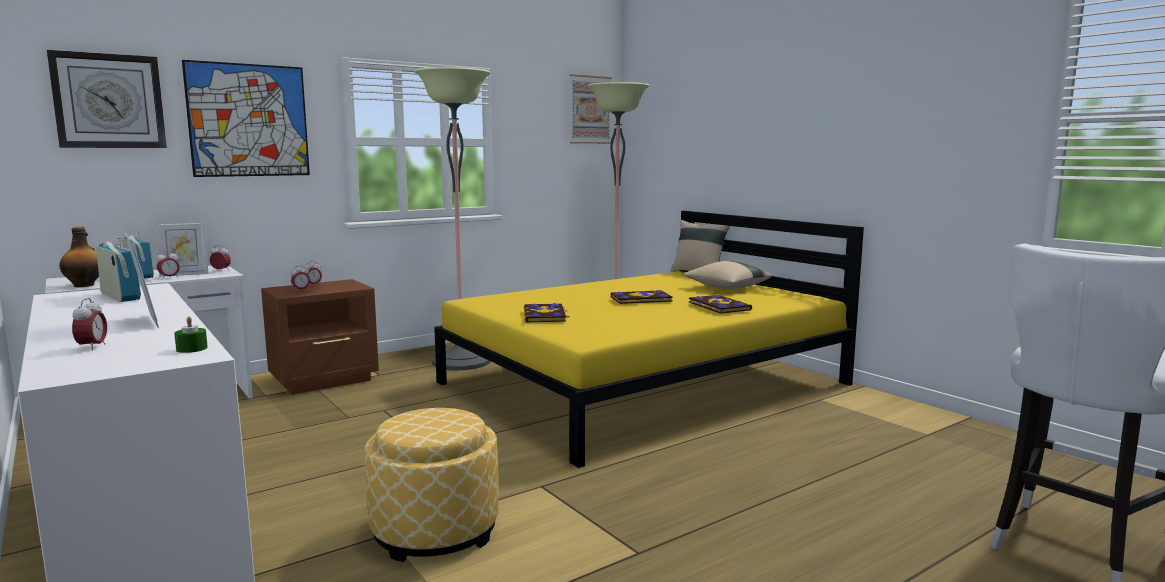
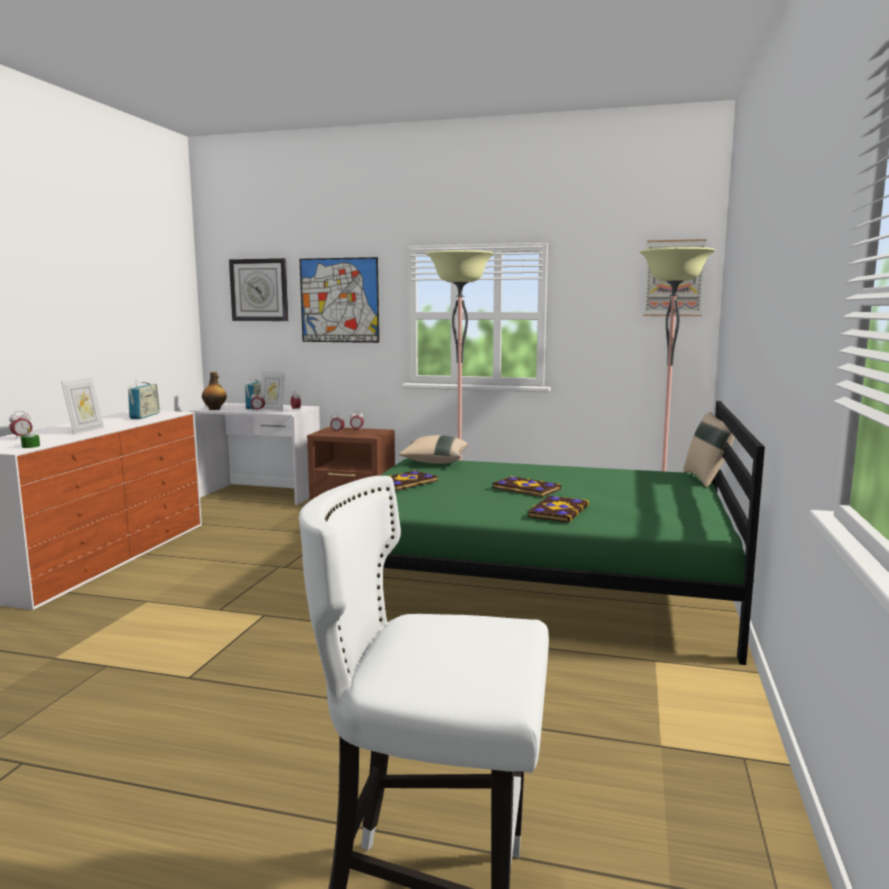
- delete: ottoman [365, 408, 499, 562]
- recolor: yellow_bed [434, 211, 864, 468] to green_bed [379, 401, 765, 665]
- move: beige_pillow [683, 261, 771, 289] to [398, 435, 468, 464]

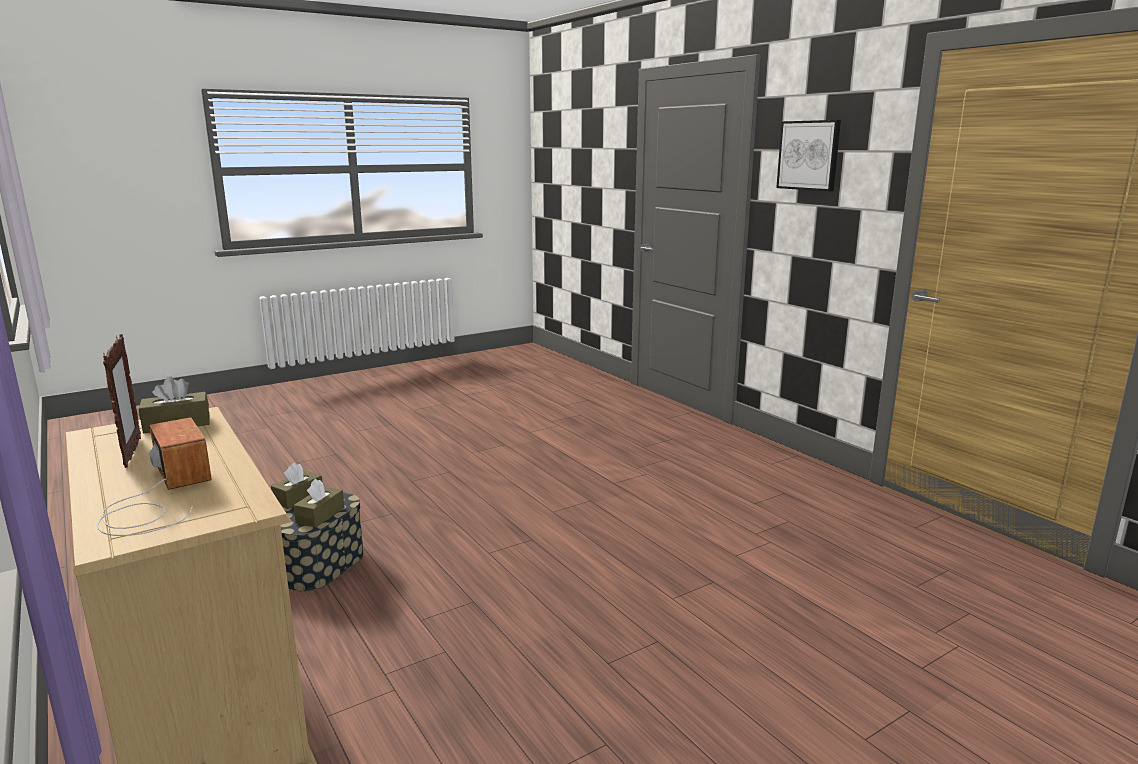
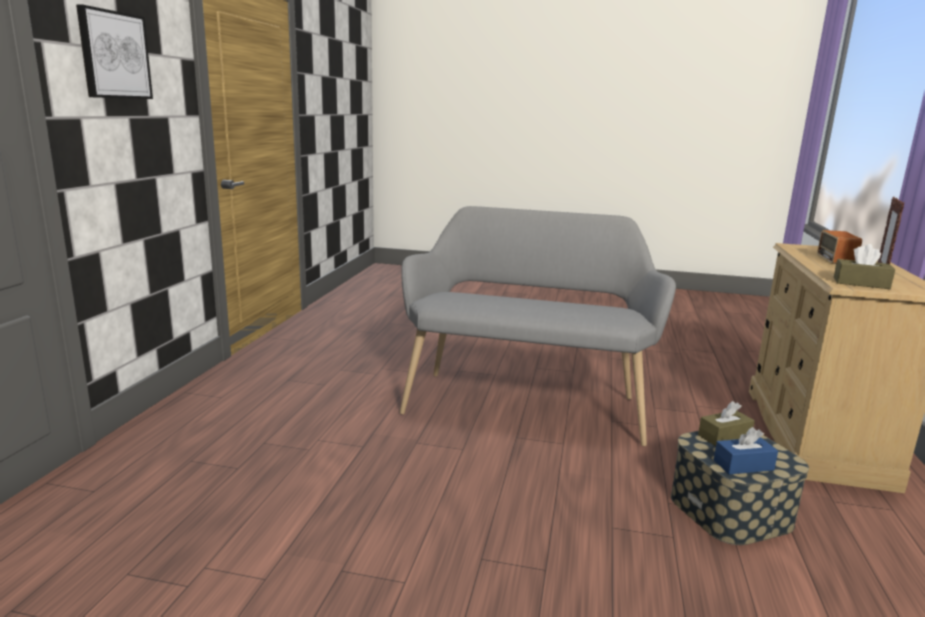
- recolor: brown_tissue_box [271, 463, 322, 509] to blue_tissue_box [714, 427, 778, 475]
- insert: grey_bench [400, 206, 676, 447]

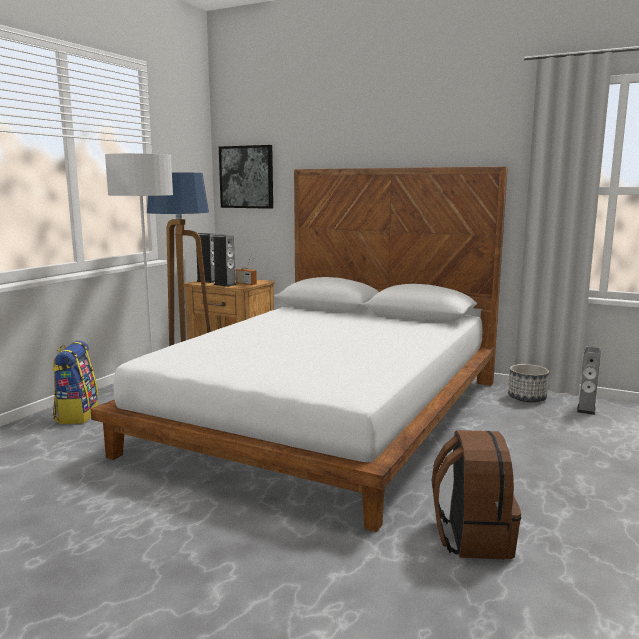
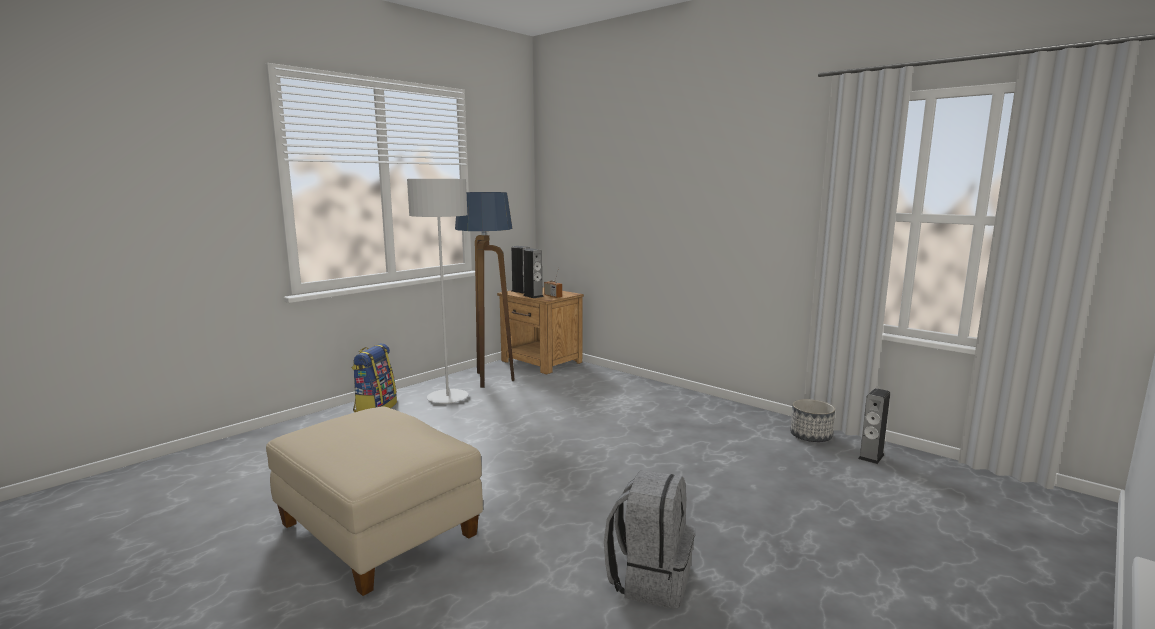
- delete: white_bed [91, 166, 508, 532]
- delete: picture [219, 145, 273, 209]
- recolor: brown_backpack [432, 430, 521, 559] to grey_backpack [604, 470, 695, 609]
- insert: beige_ottoman [266, 406, 483, 596]

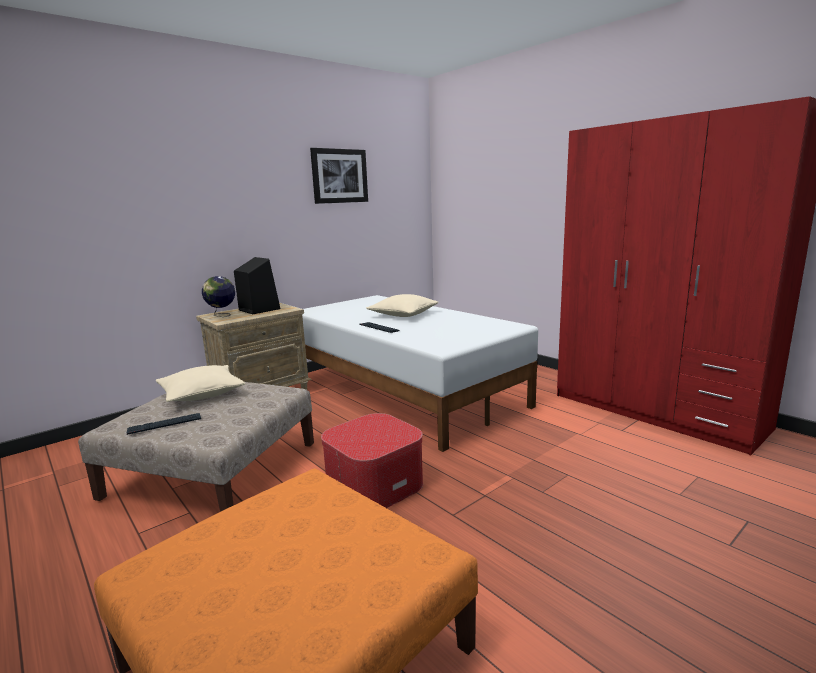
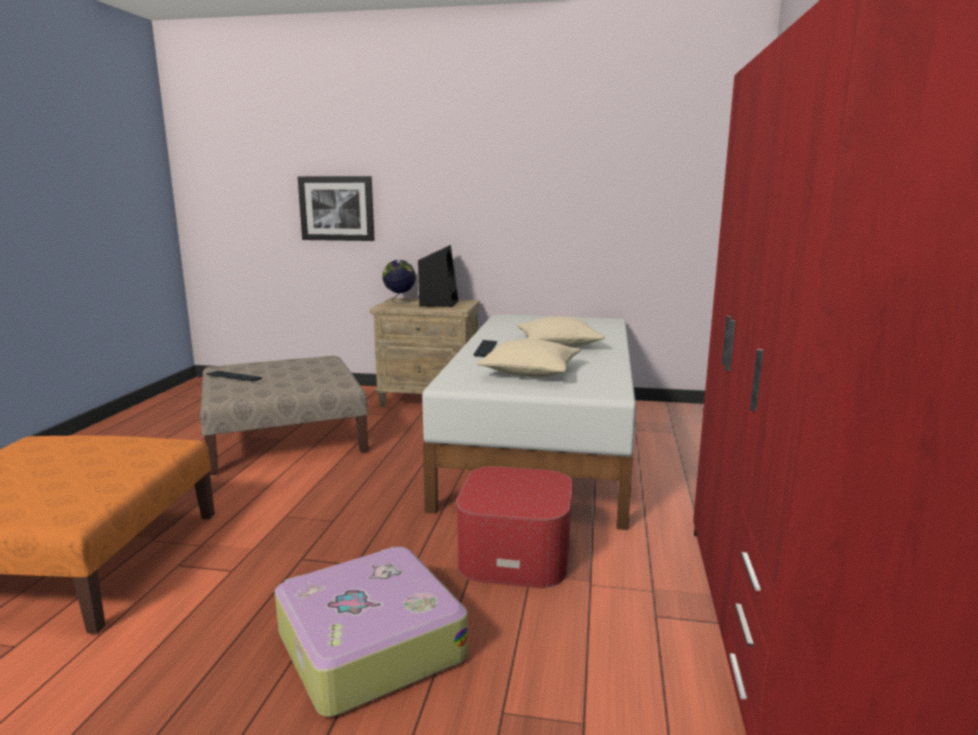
- move: beige_pillow [156, 365, 245, 402] to [477, 339, 581, 377]
- move: picture [310, 148, 368, 204] to [298, 176, 375, 241]
- move: ottoman [321, 413, 423, 508] to [456, 466, 573, 588]
- insert: suitcase [275, 547, 468, 717]

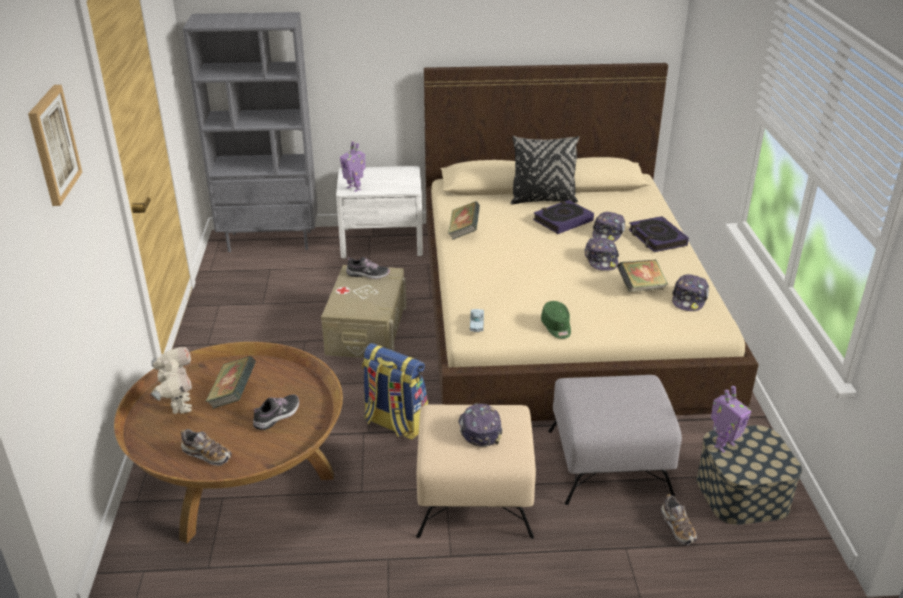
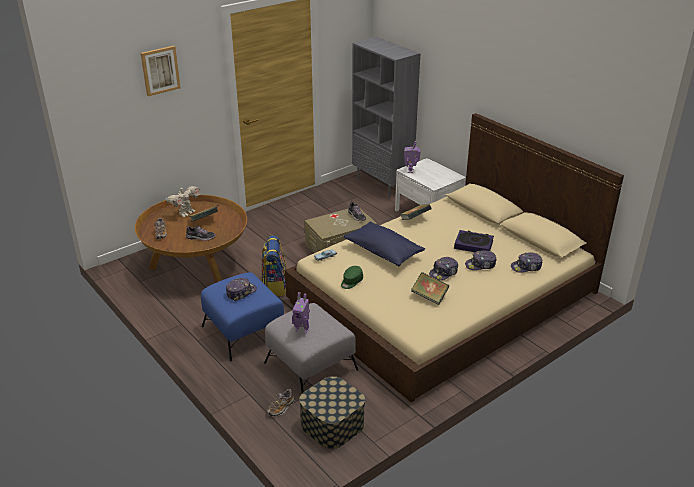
- recolor: beige_ottoman [416, 405, 536, 539] to blue_ottoman [201, 272, 284, 361]
- delete: black_pillow [510, 136, 579, 204]
- delete: book [629, 216, 689, 252]
- move: cap [672, 274, 709, 311] to [511, 252, 542, 273]
- move: toy_robot [711, 386, 751, 453] to [292, 292, 310, 334]
- insert: blue_pillow [344, 221, 425, 266]

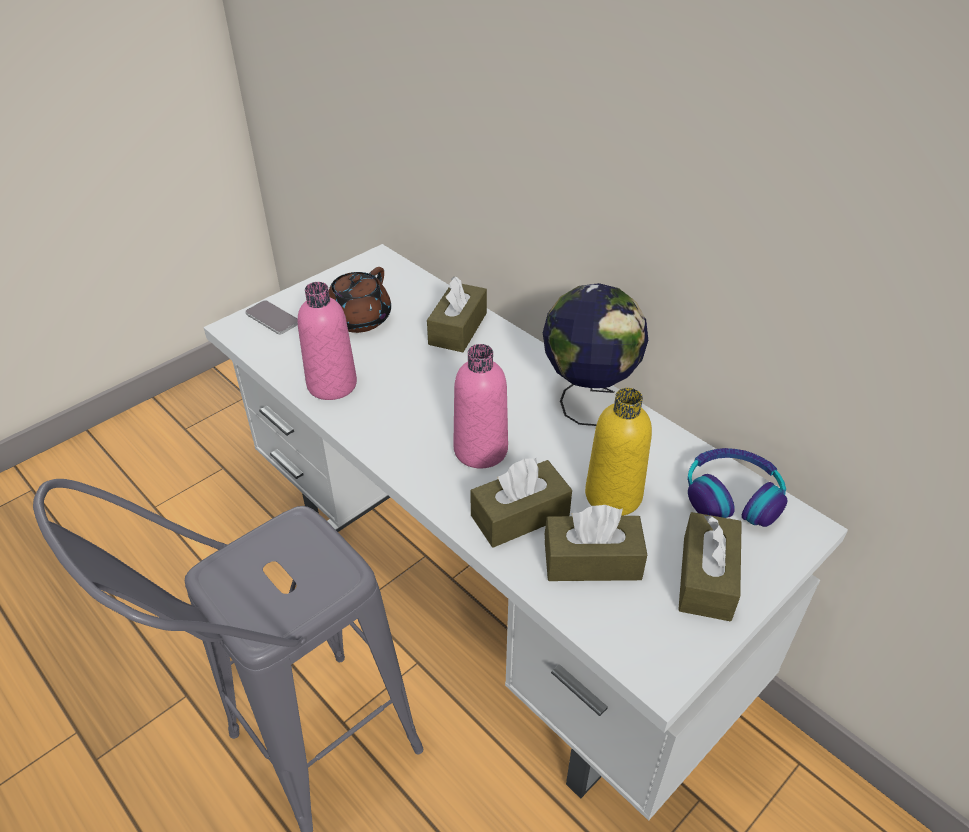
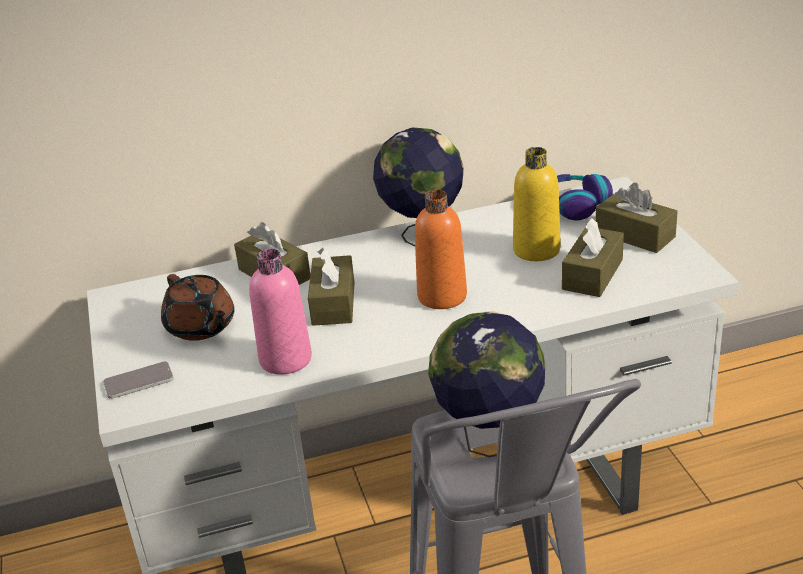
- recolor: pink_bottle [453, 344, 508, 468] to orange_bottle [415, 190, 467, 309]
- move: brown_tissue_box [470, 458, 572, 548] to [308, 248, 354, 326]
- insert: globe [428, 311, 545, 457]

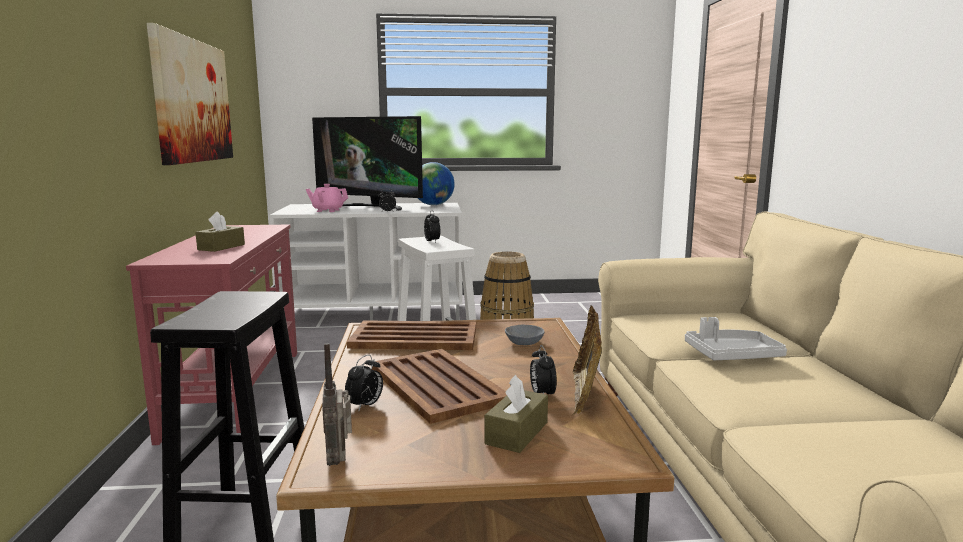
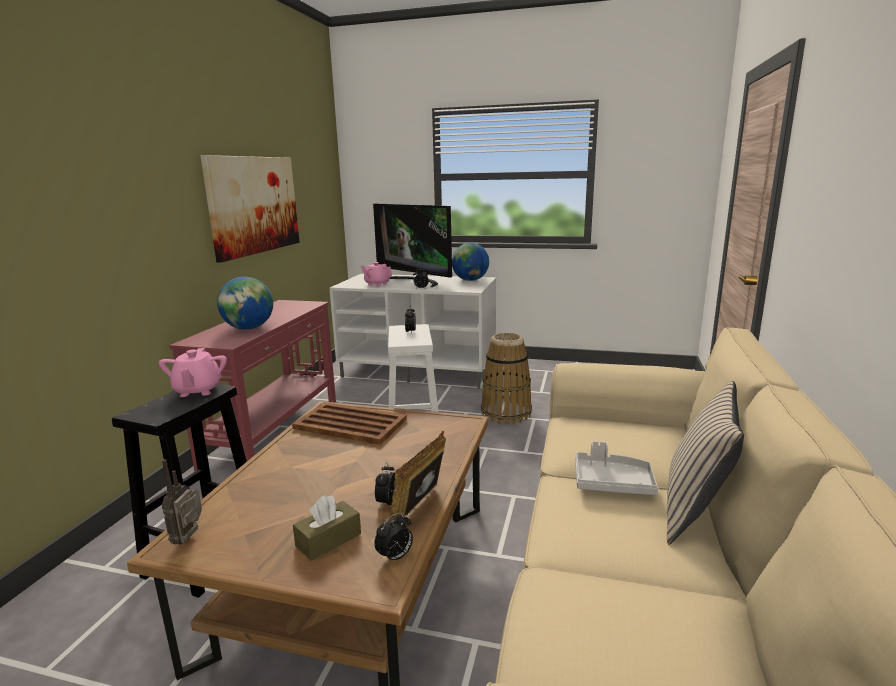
- replace: brown_tissue_box [195, 212, 245, 252] to globe [217, 277, 273, 330]
- move: alarm_clock [345, 355, 383, 412] to [374, 512, 413, 564]
- delete: brown_tray [372, 349, 507, 424]
- delete: grey_bowl [505, 325, 545, 345]
- insert: pink_teapot [159, 348, 227, 397]
- insert: beige_pillow [667, 381, 744, 545]

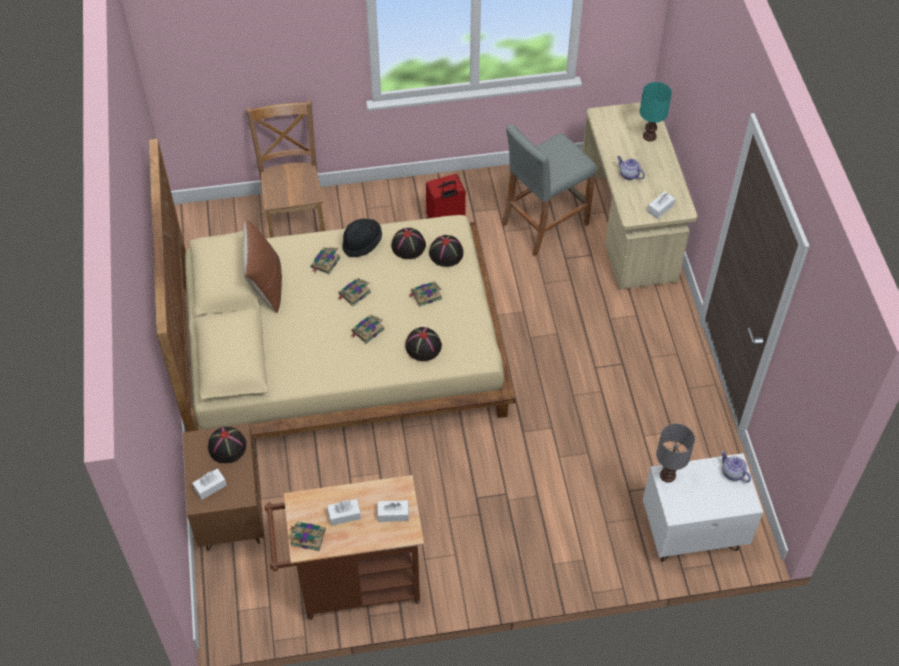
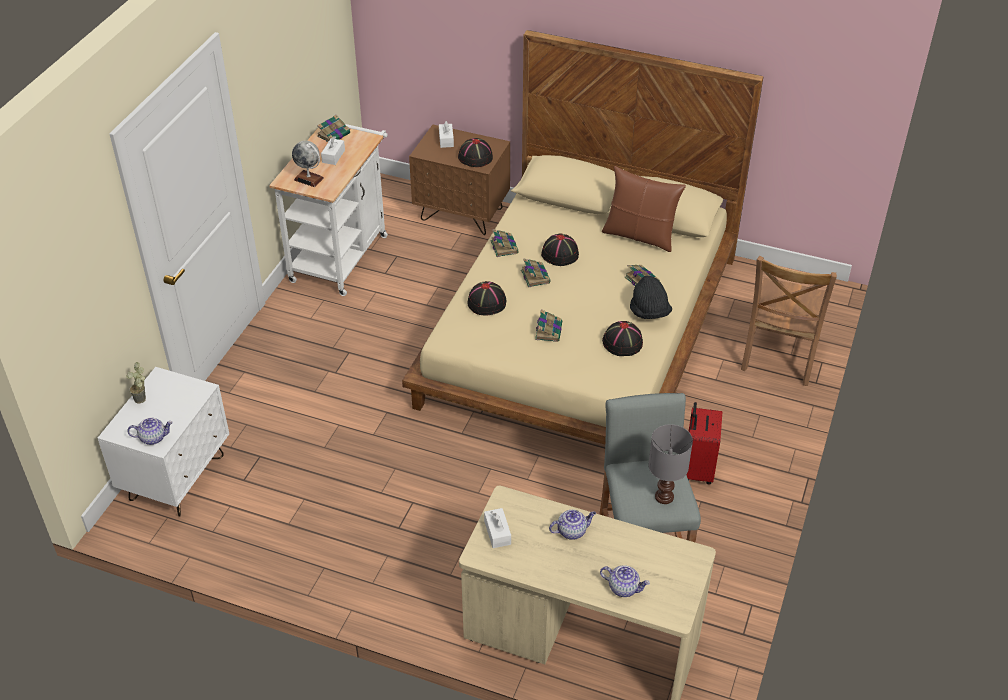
- rotate: brown_chair [246, 100, 325, 238] = [741, 256, 837, 386] 90 degrees clockwise
- recolor: brown_cart [265, 475, 424, 620] to white_cart [269, 124, 388, 296]
- move: book [337, 278, 371, 306] to [490, 229, 519, 257]
- replace: white_tissue_box [377, 500, 409, 522] to globe [292, 141, 324, 187]
- move: black_hat [429, 235, 463, 267] to [541, 233, 579, 266]
- replace: turquoise_table_lamp [640, 82, 672, 141] to teapot [600, 565, 650, 597]
- move: grey_table_lamp [656, 424, 695, 483] to [648, 424, 693, 504]
- insert: potted_plant [126, 362, 146, 404]

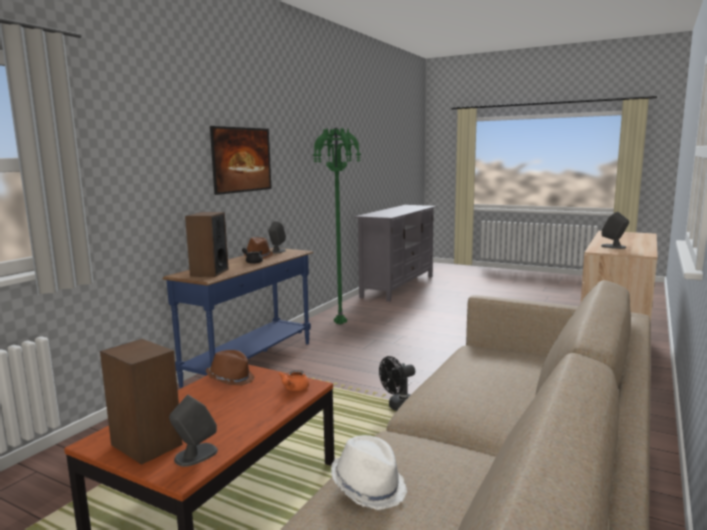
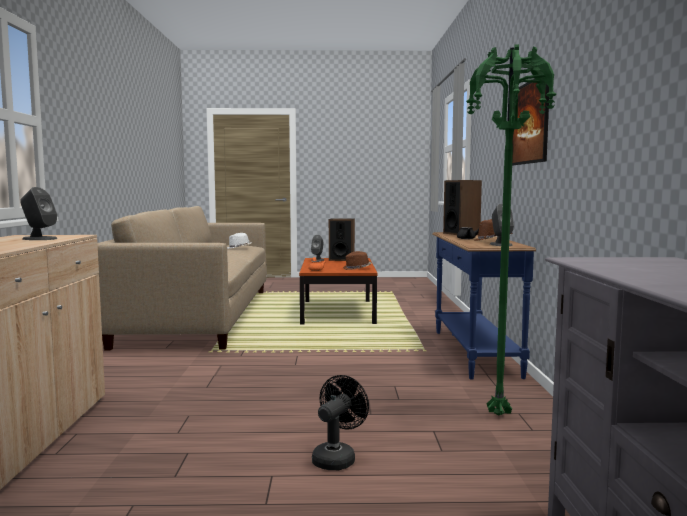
- move: black_fan [379, 356, 415, 411] to [312, 375, 369, 470]

